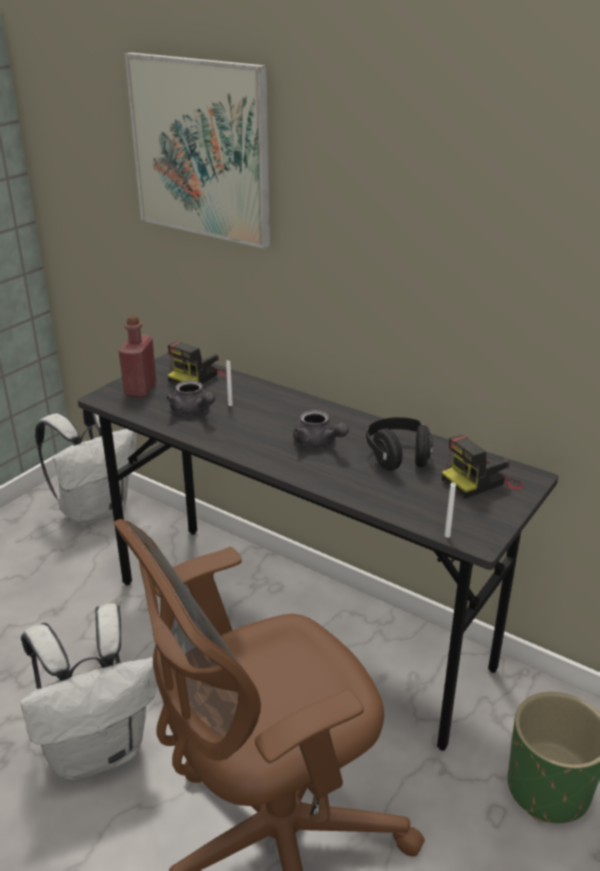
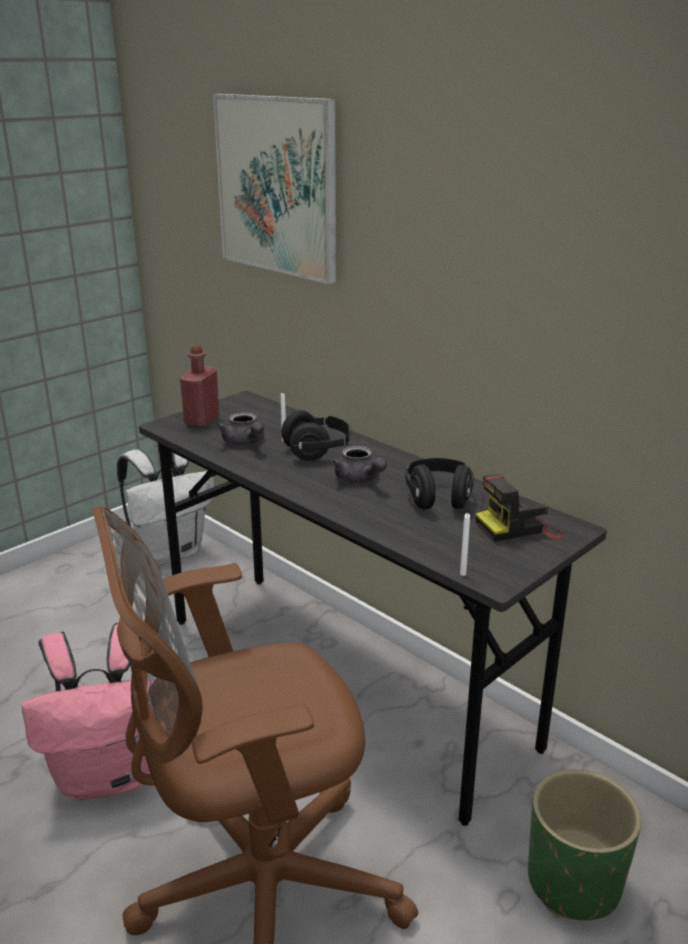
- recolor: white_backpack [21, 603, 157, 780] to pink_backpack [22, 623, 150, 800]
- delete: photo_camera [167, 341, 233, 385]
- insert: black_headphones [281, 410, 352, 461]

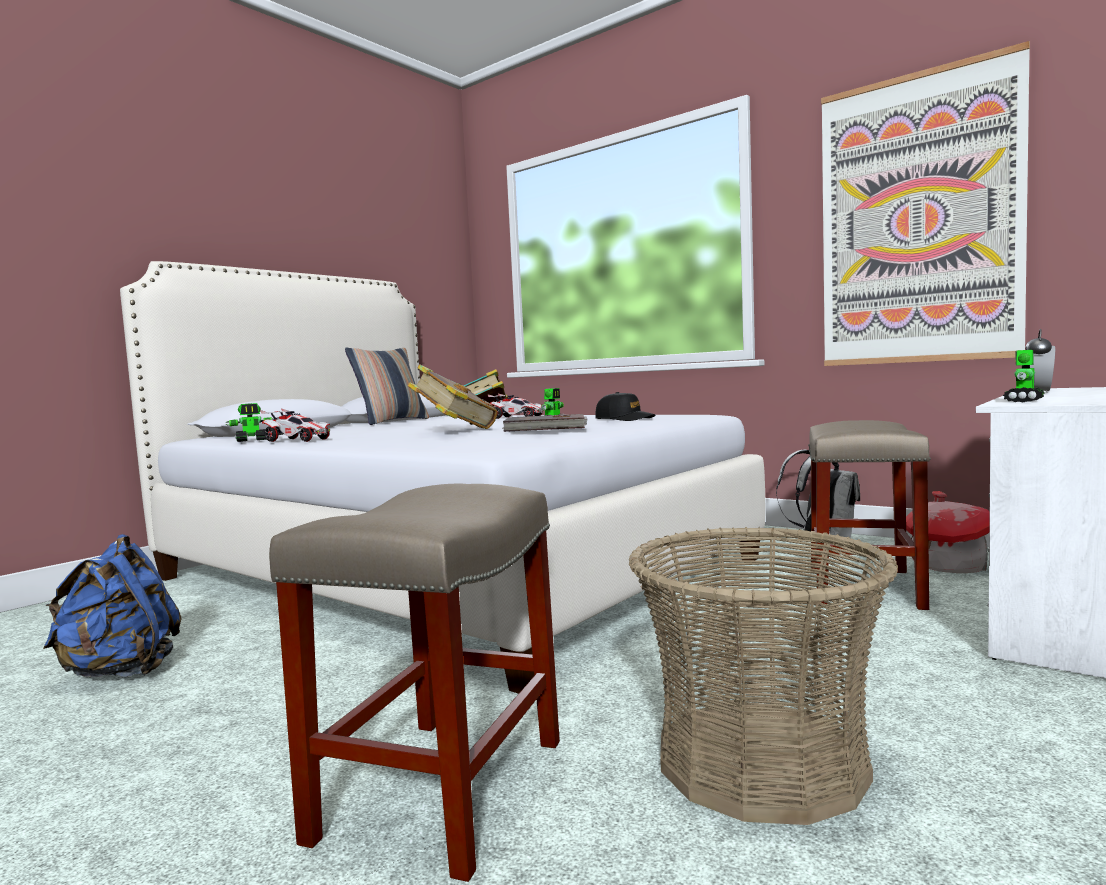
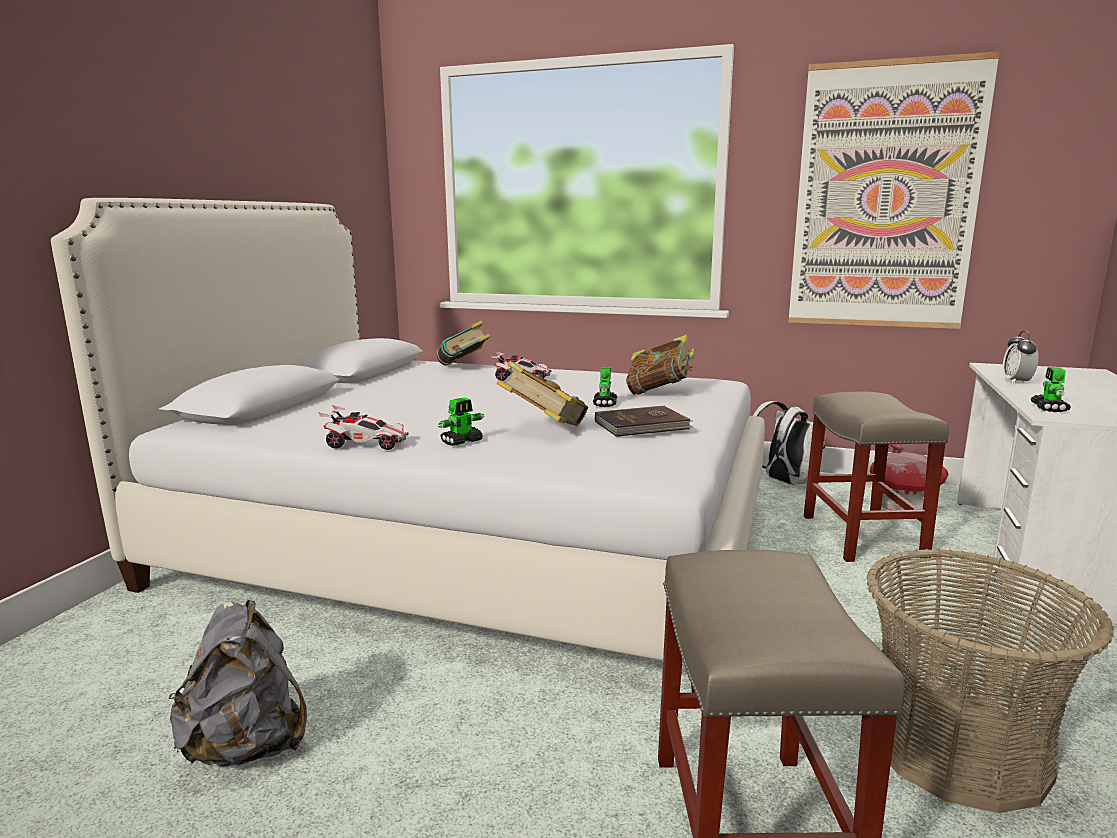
- recolor: blue_backpack [43, 534, 182, 677] to grey_backpack [168, 600, 307, 767]
- move: toy_robot [226, 403, 274, 442] to [438, 397, 484, 446]
- delete: pillow [345, 347, 429, 425]
- replace: black_cap [595, 392, 655, 421] to book [626, 335, 695, 395]

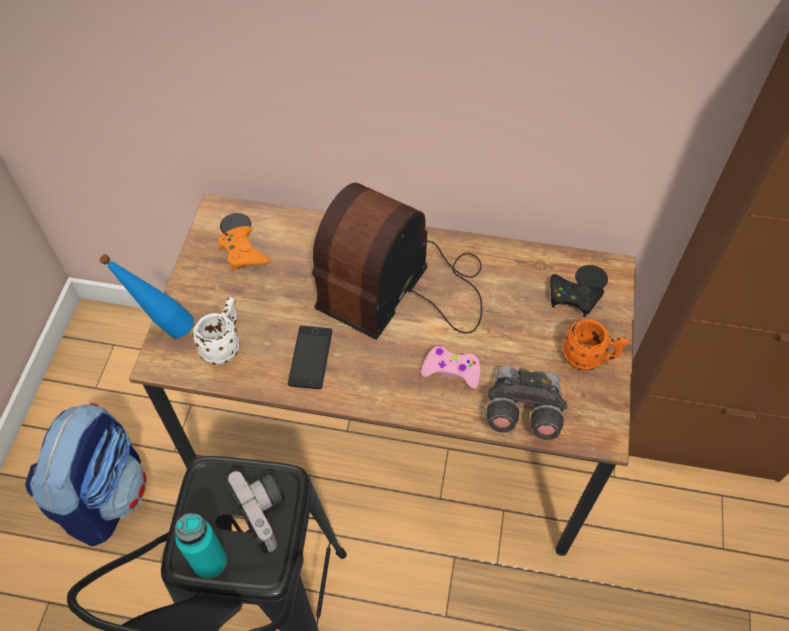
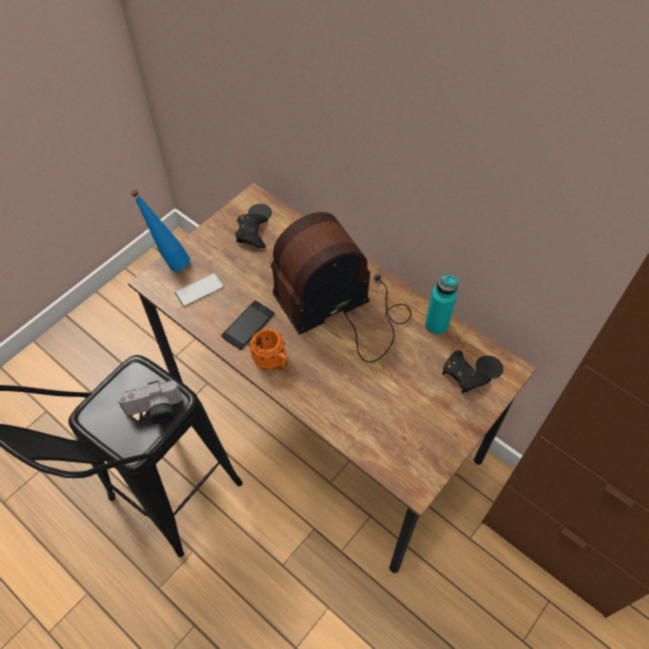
- delete: backpack [25, 403, 146, 546]
- move: turquoise_bottle [175, 513, 227, 579] to [425, 275, 459, 335]
- replace: white_mug [192, 297, 240, 365] to phone [174, 273, 224, 306]
- recolor: orange_game_controller [218, 226, 271, 270] to black_game_controller [235, 214, 268, 248]
- rotate: photo_camera [227, 471, 285, 553] = [117, 380, 182, 424] 75 degrees clockwise
- delete: pink_game_controller [421, 345, 480, 389]
- delete: grey_binoculars [486, 366, 567, 440]
- move: orange_mug [562, 319, 628, 371] to [249, 329, 287, 371]

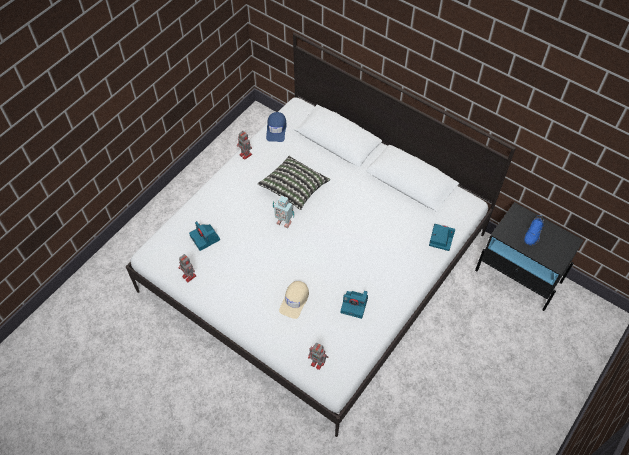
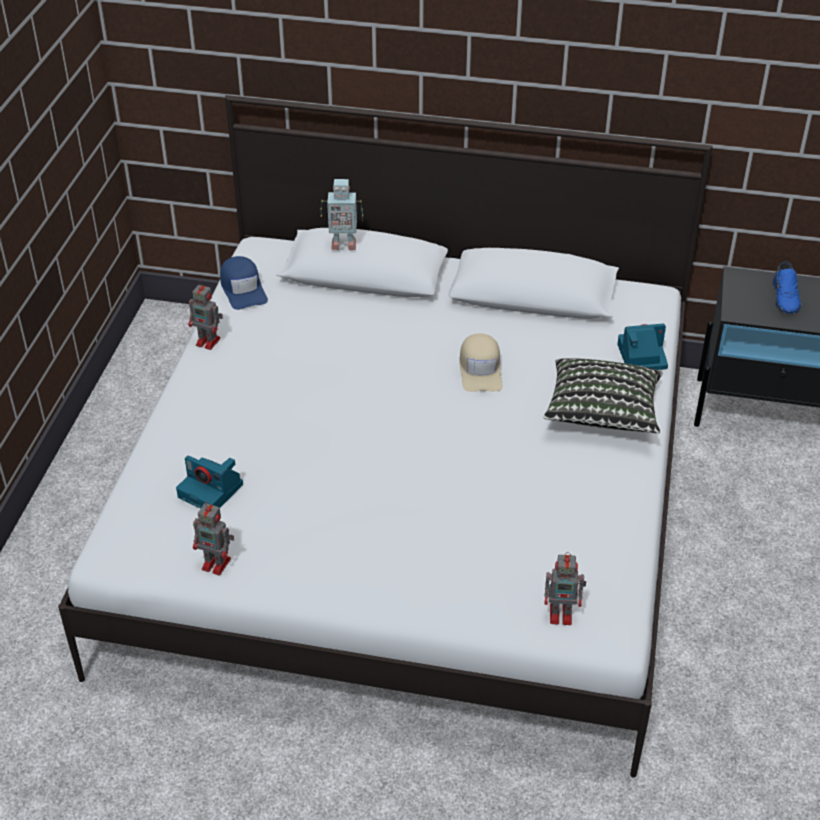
- move: pillow [257, 156, 330, 210] to [543, 358, 662, 434]
- move: toy_robot [273, 195, 294, 228] to [320, 179, 363, 250]
- move: beige_cap [279, 281, 309, 319] to [459, 333, 503, 392]
- delete: photo_camera [341, 291, 368, 319]

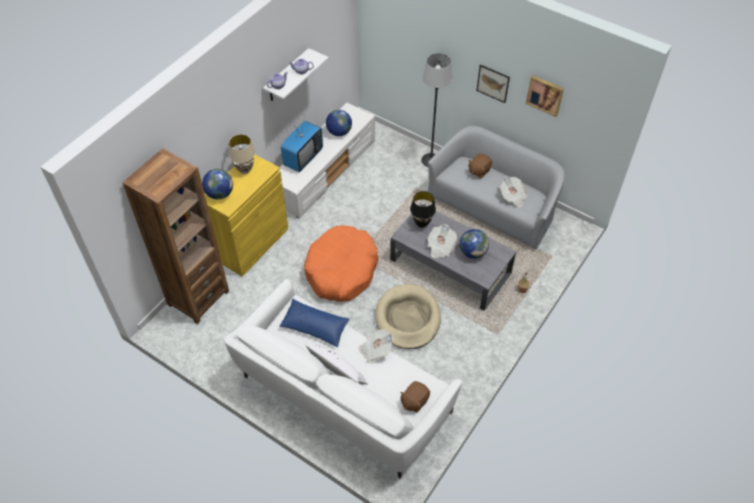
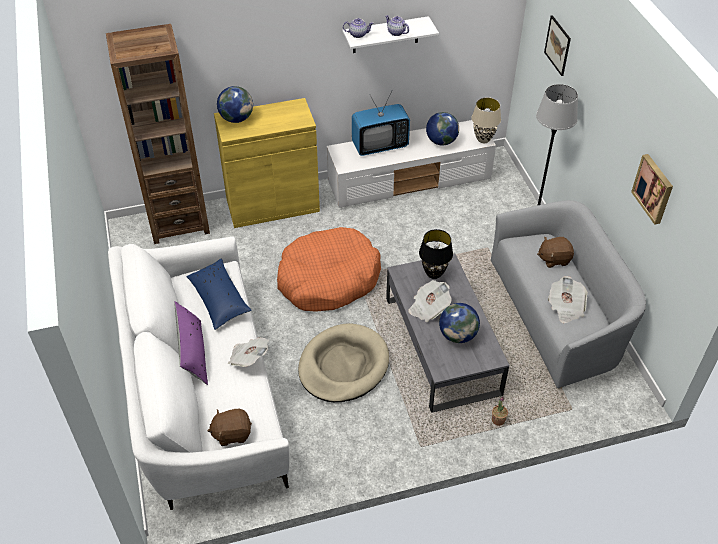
- move: beige_table_lamp [229, 134, 255, 174] to [472, 97, 501, 143]
- recolor: white_pillow [305, 345, 368, 384] to purple_pillow [174, 301, 208, 385]
- move: picture [476, 64, 510, 103] to [544, 15, 571, 76]

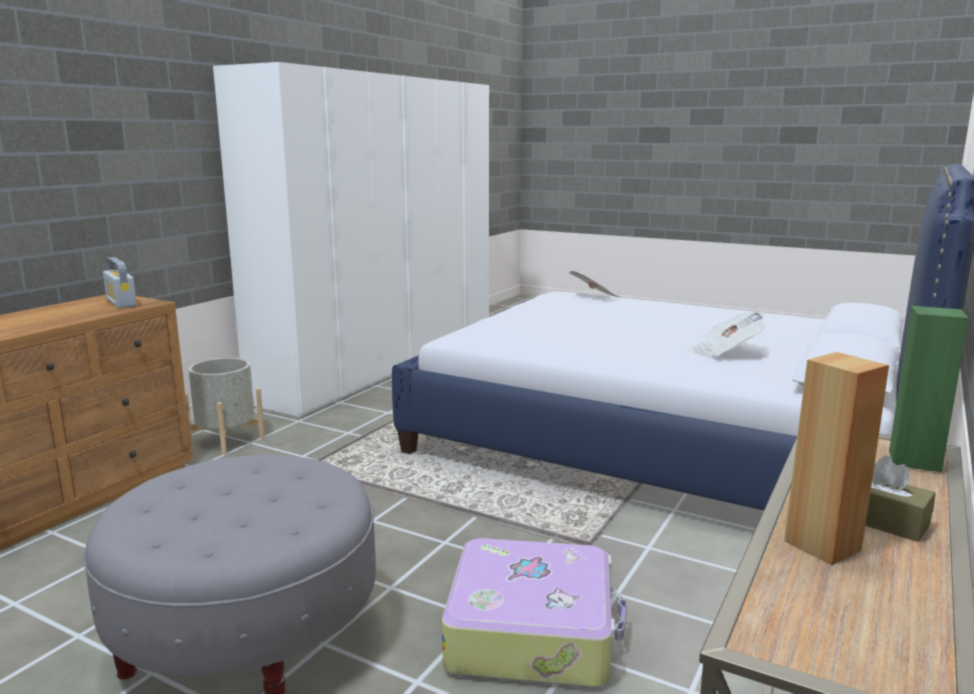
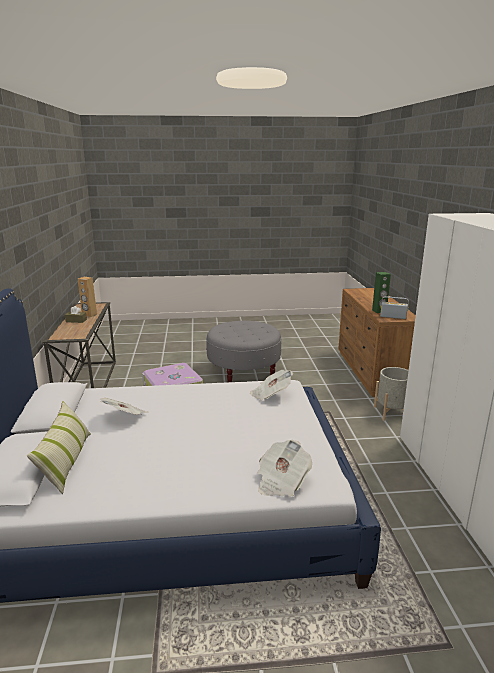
- move: green_speaker [889, 306, 969, 472] to [372, 272, 391, 313]
- insert: pillow [27, 401, 91, 494]
- insert: newspaper [250, 370, 293, 401]

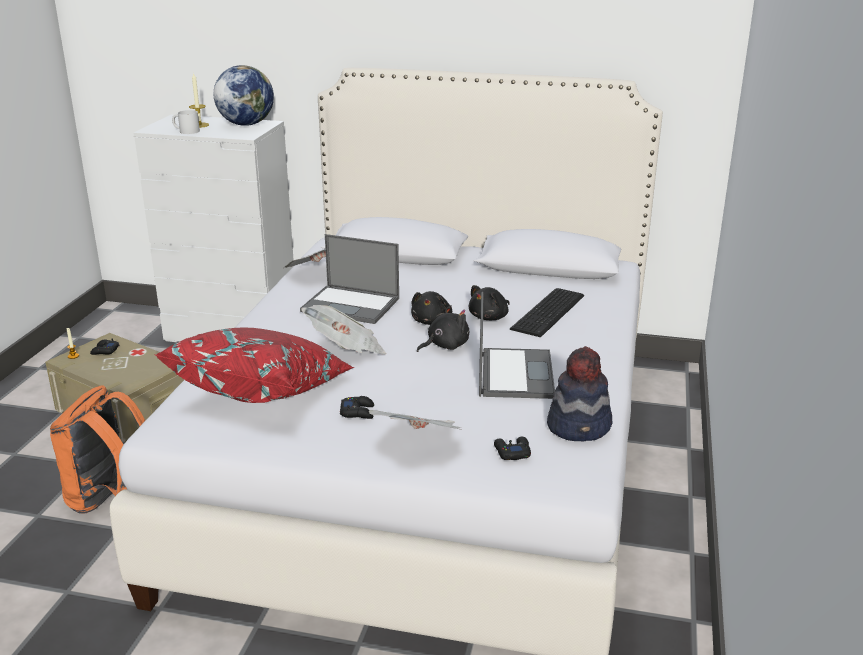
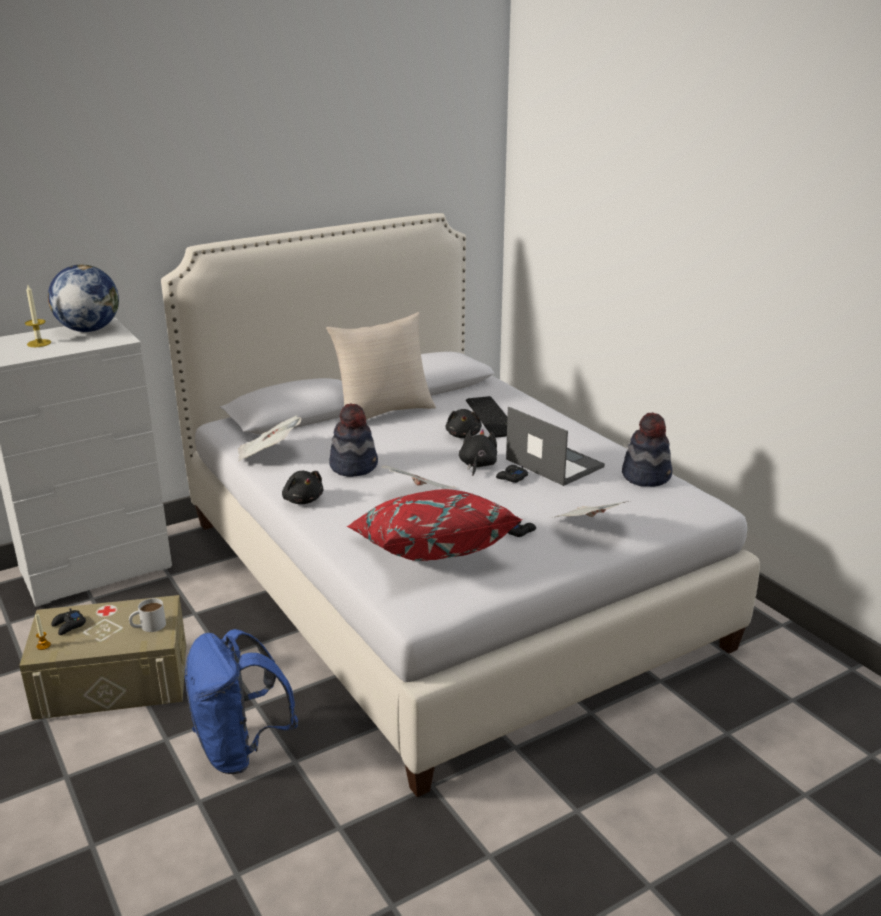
- recolor: orange_backpack [50, 385, 145, 514] to blue_backpack [185, 629, 298, 774]
- move: white_mug [172, 110, 200, 134] to [129, 598, 166, 632]
- replace: laptop [300, 234, 399, 324] to hat [329, 403, 378, 477]
- move: black_plush_toy [411, 291, 452, 325] to [282, 471, 323, 504]
- move: black_game_controller [494, 437, 531, 460] to [496, 465, 528, 483]
- insert: beige_pillow [326, 312, 436, 420]

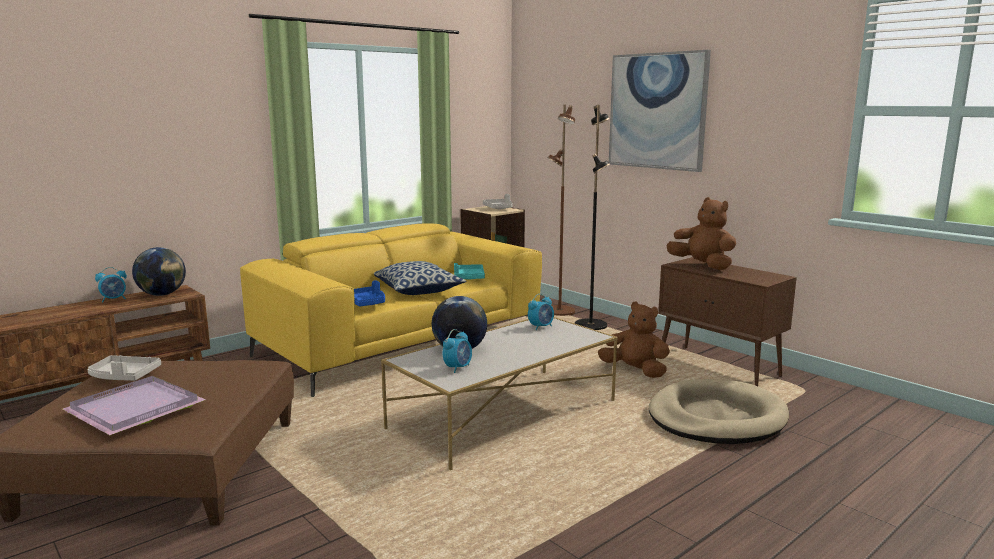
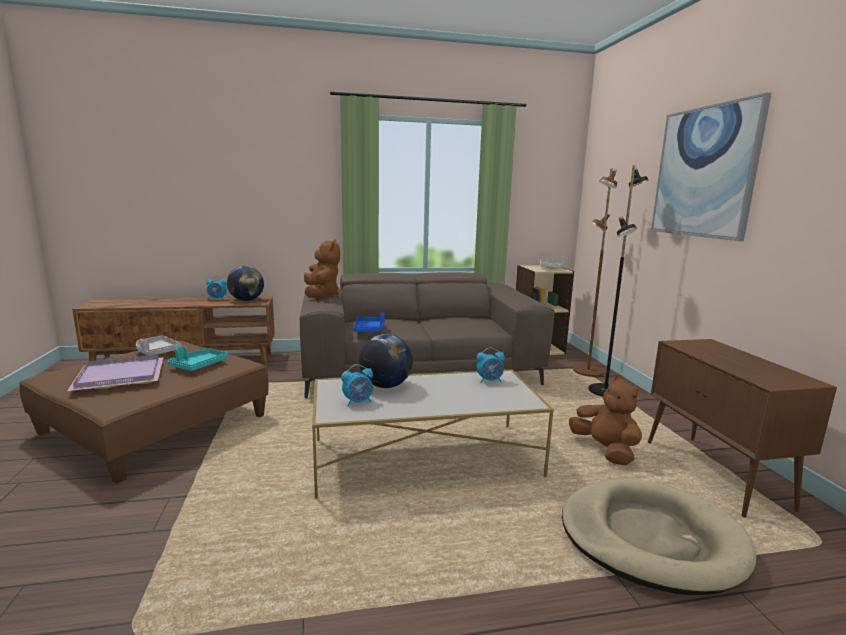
- recolor: yellow_sofa [240, 223, 542, 397] to brown_sofa [300, 272, 555, 398]
- delete: pillow [374, 261, 466, 295]
- move: turquoise_tray [454, 263, 485, 279] to [168, 346, 228, 371]
- move: brown_plush_toy [667, 197, 736, 270] to [304, 239, 340, 299]

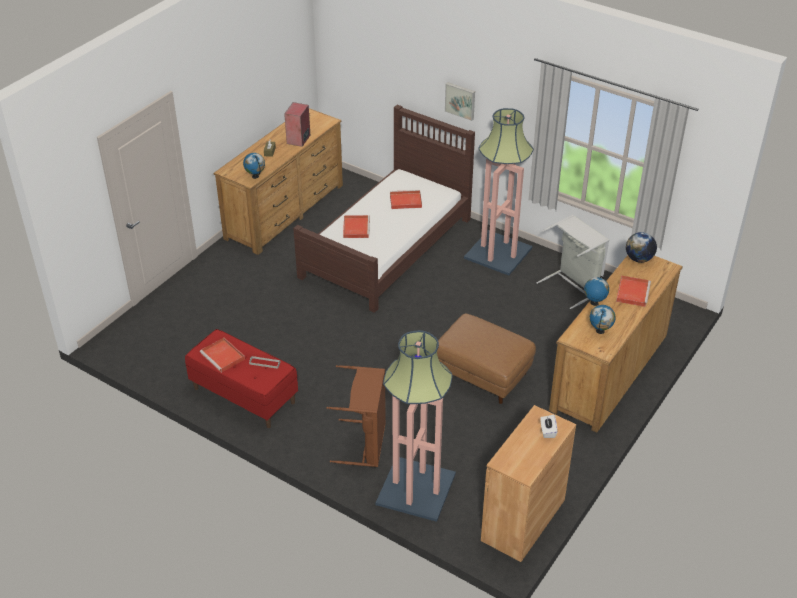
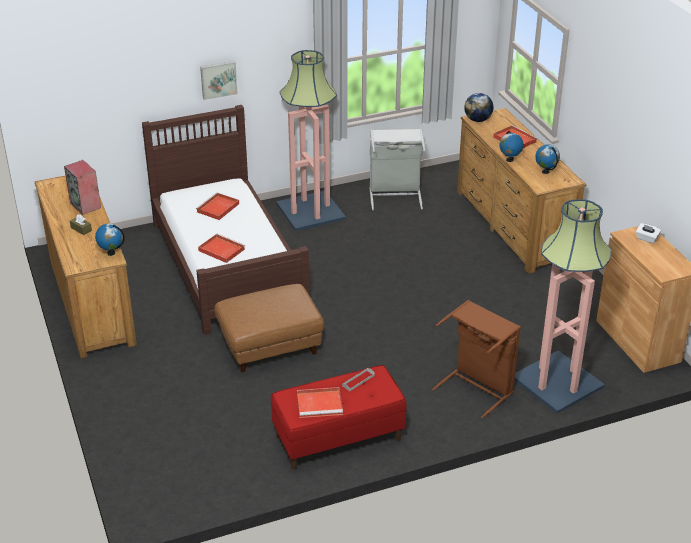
- move: brown_ottoman [437, 314, 536, 404] to [214, 284, 324, 373]

